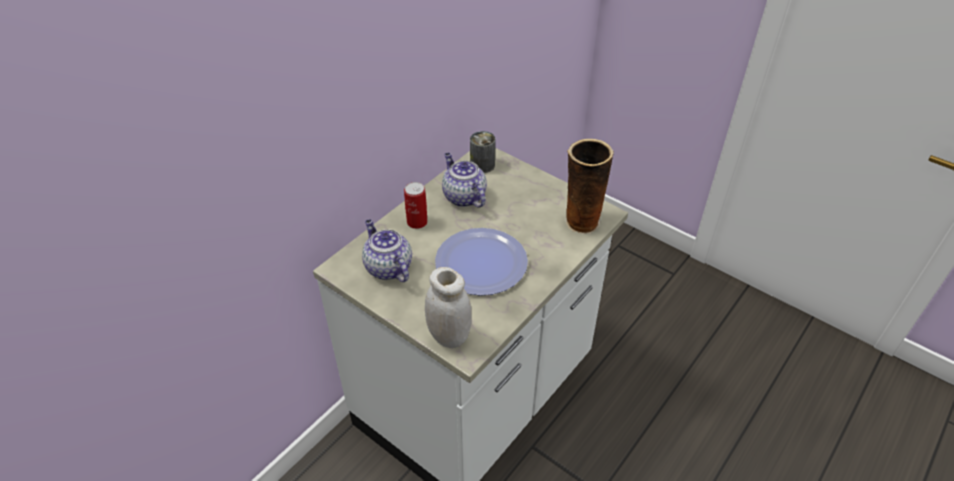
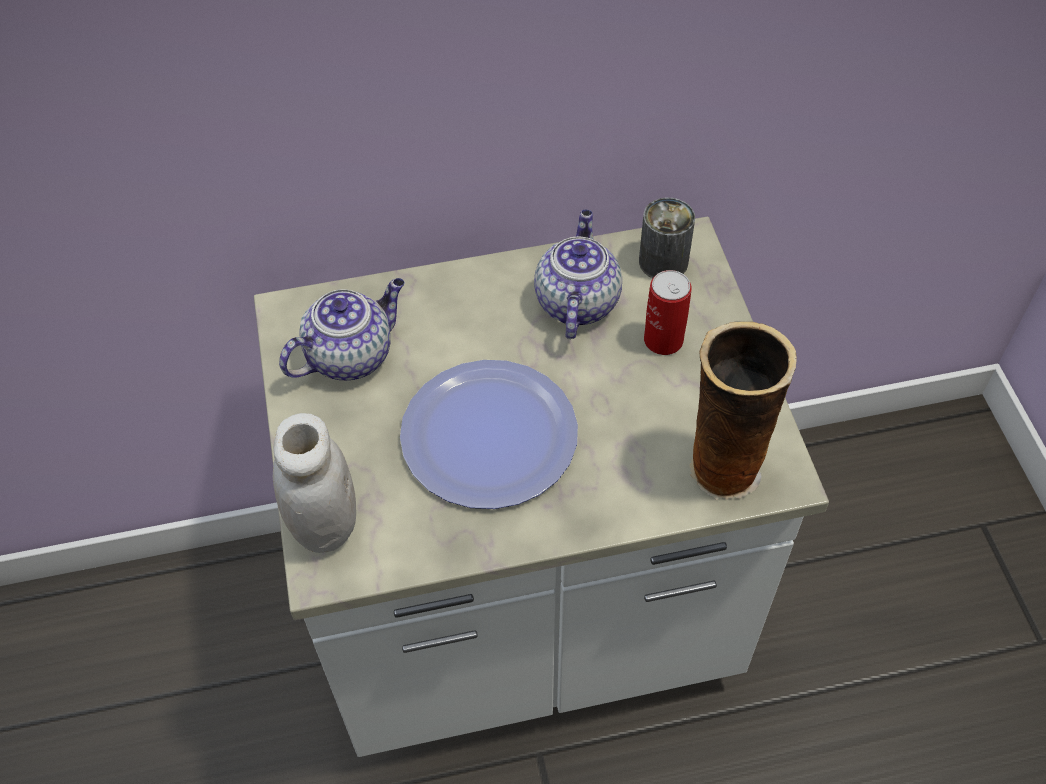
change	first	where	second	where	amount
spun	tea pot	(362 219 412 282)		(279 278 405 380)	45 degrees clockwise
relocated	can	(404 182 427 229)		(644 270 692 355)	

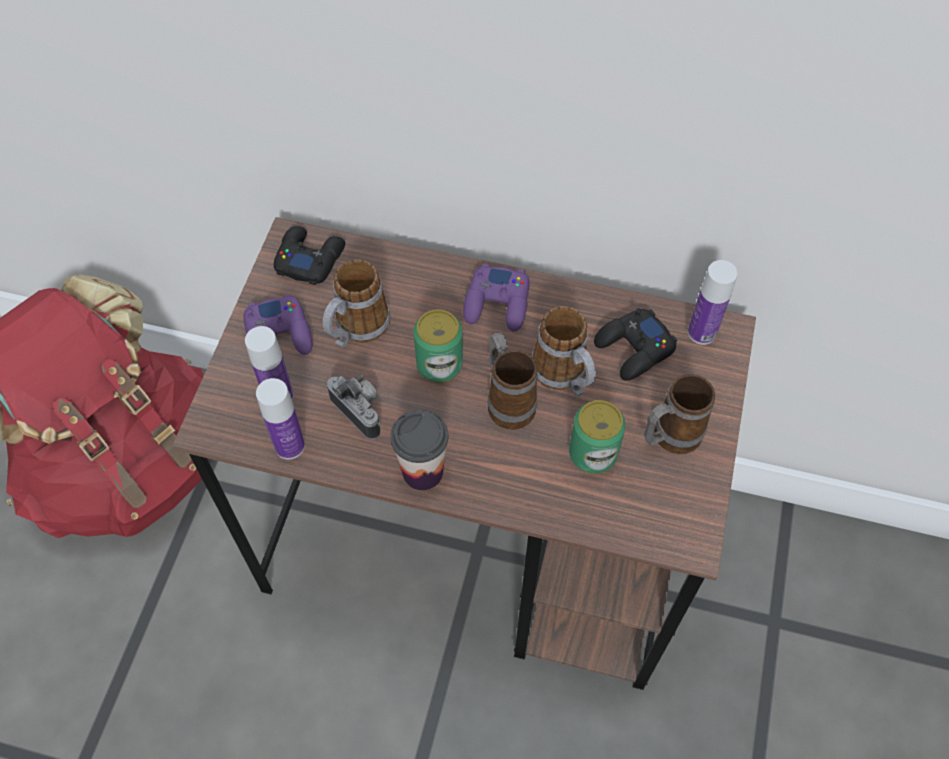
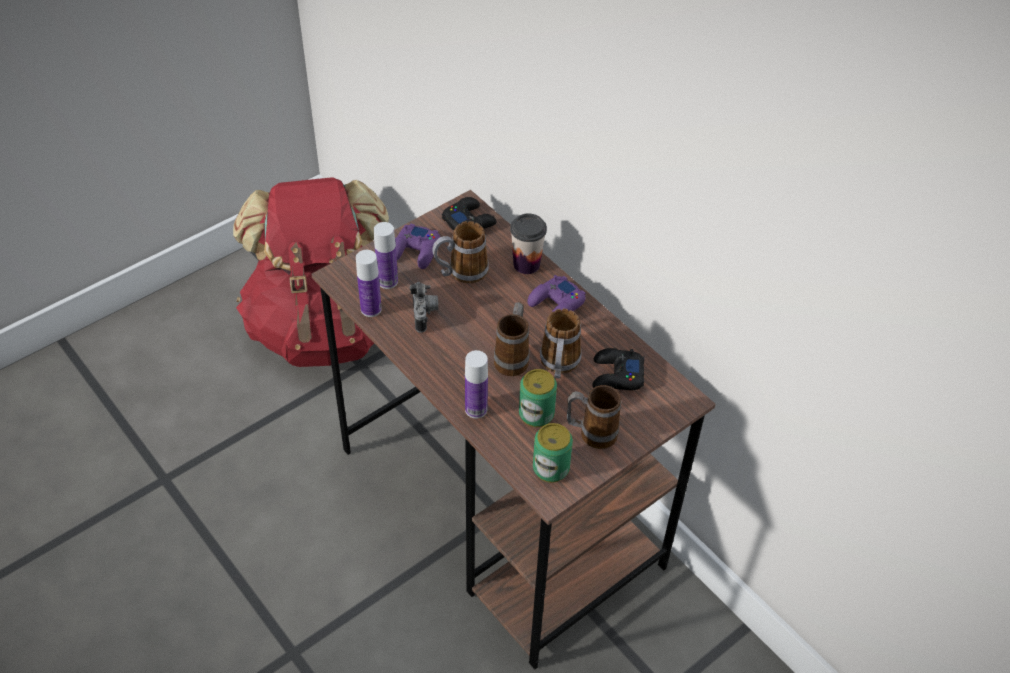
change	first	where	second	where	amount
relocated	drinking cup	(390 410 448 490)		(510 214 547 274)	
relocated	can	(414 309 463 383)		(533 423 573 483)	
relocated	beverage bottle	(688 260 738 345)		(465 350 488 419)	

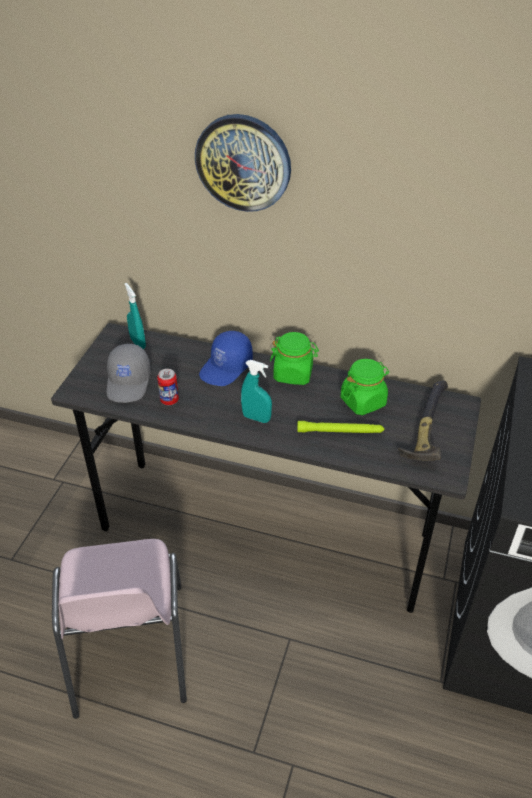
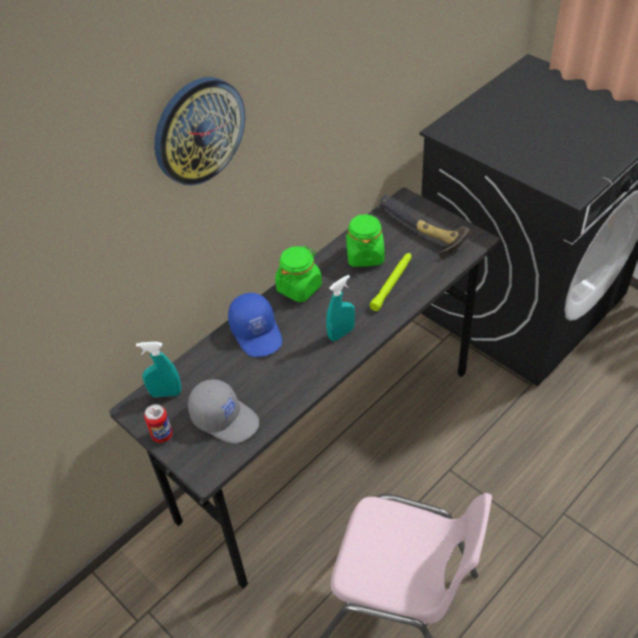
change	first	where	second	where	amount
relocated	can	(157 369 179 405)		(144 404 173 443)	

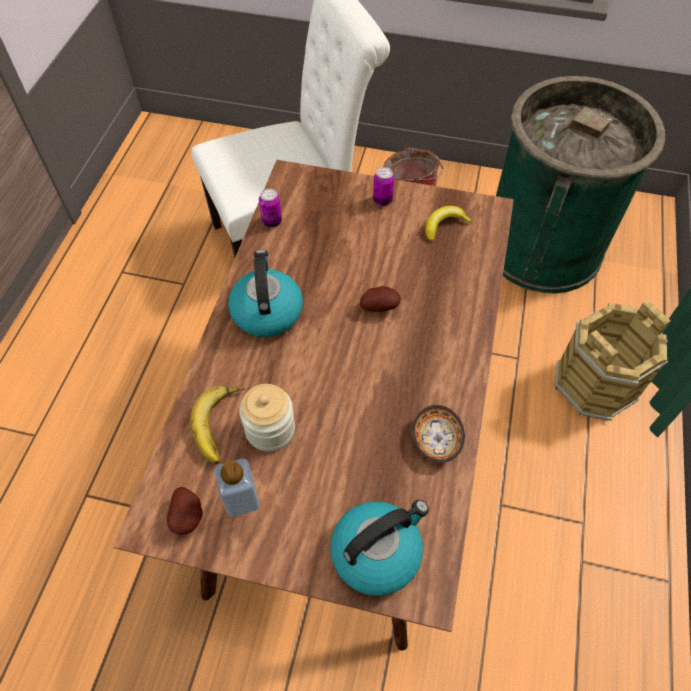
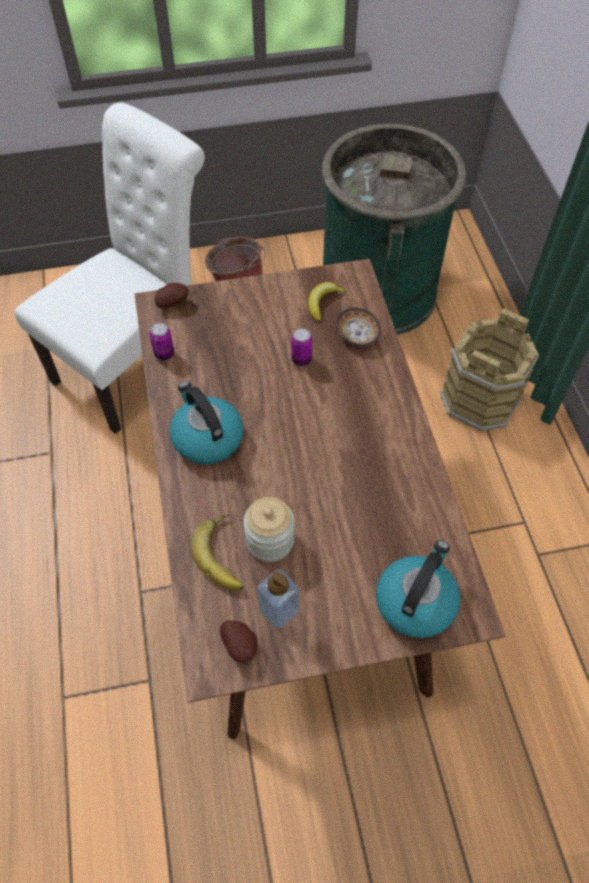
change	first	where	second	where	amount
relocated	spud	(360 286 401 312)		(155 283 189 309)	
relocated	can	(373 167 394 206)		(291 328 312 366)	
relocated	deep dish	(413 405 465 463)		(337 308 381 346)	

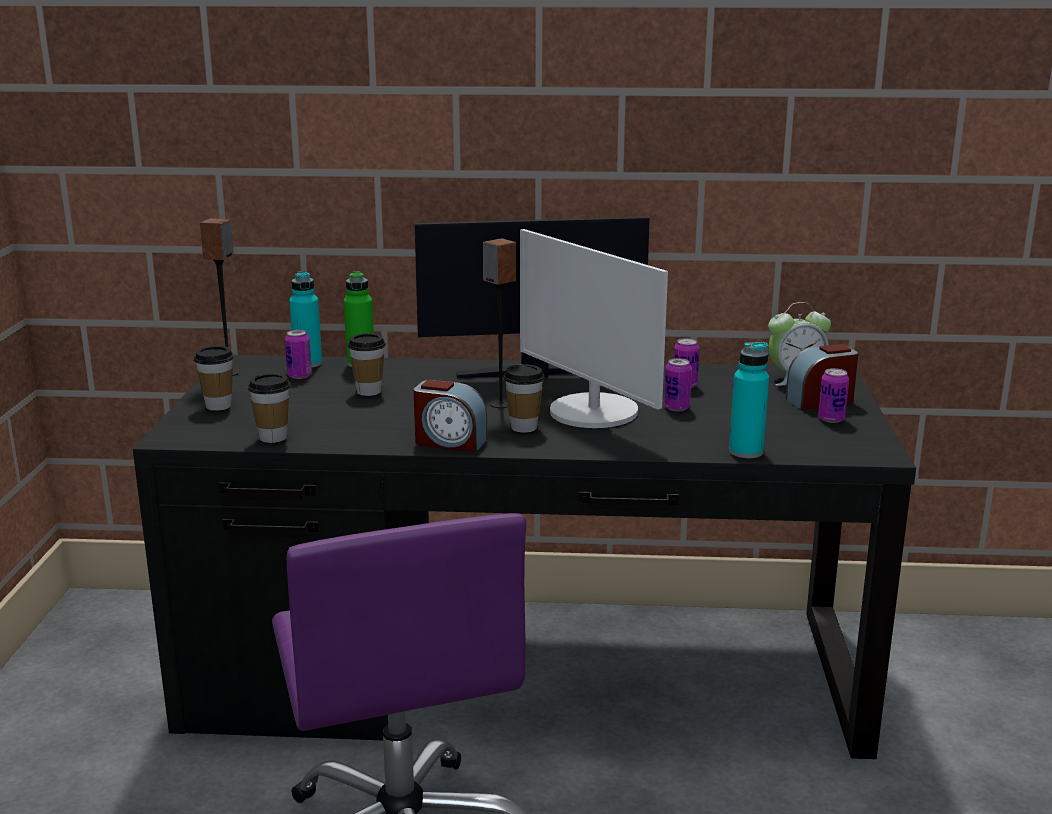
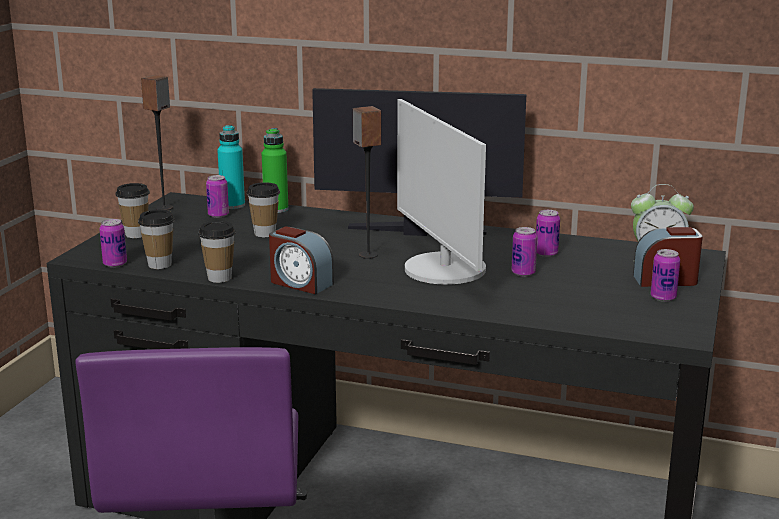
change	first	where	second	where	amount
relocated	drinking cup	(503 364 545 433)		(198 221 236 283)	
missing	beverage bottle/turquoise-coloured	(729 342 769 458)			
appeared			can	(99 219 127 268)	

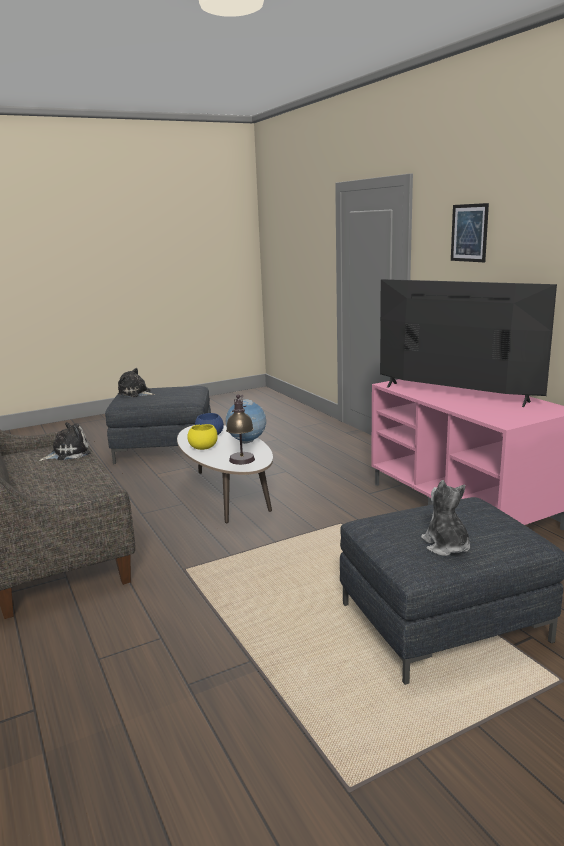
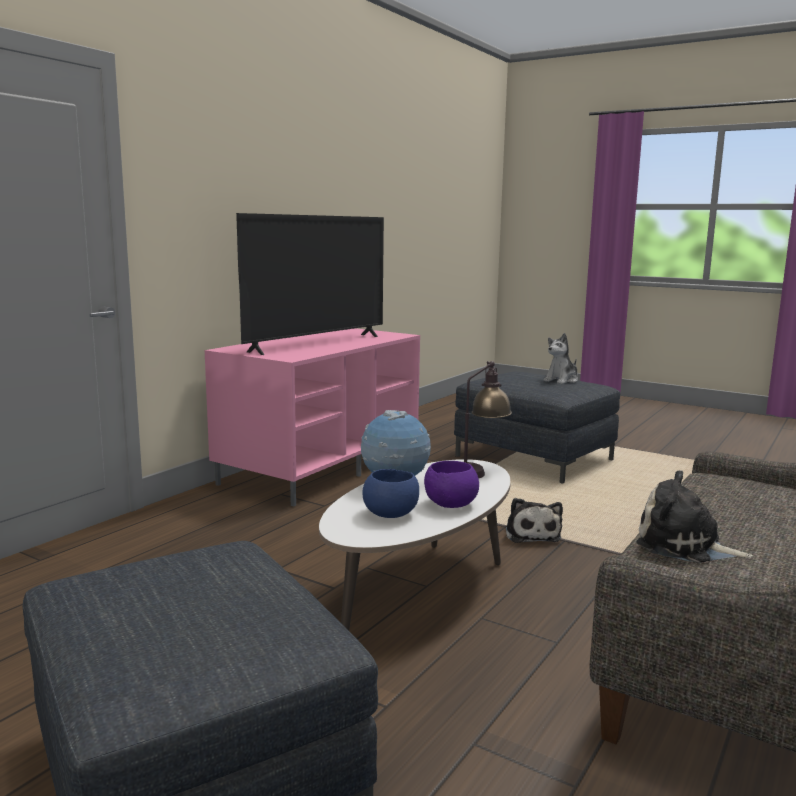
change	first	where	second	where	amount
relocated	cuddly toy	(117 368 155 397)		(505 498 563 543)	
colour	deep dish/yellow	(187 424 218 450)	deep dish/purplish	(424 461 479 508)	
spun	TV	(380 279 557 407)		(236 213 384 355)	150 degrees counterclockwise
missing	picture	(451 203 489 262)			

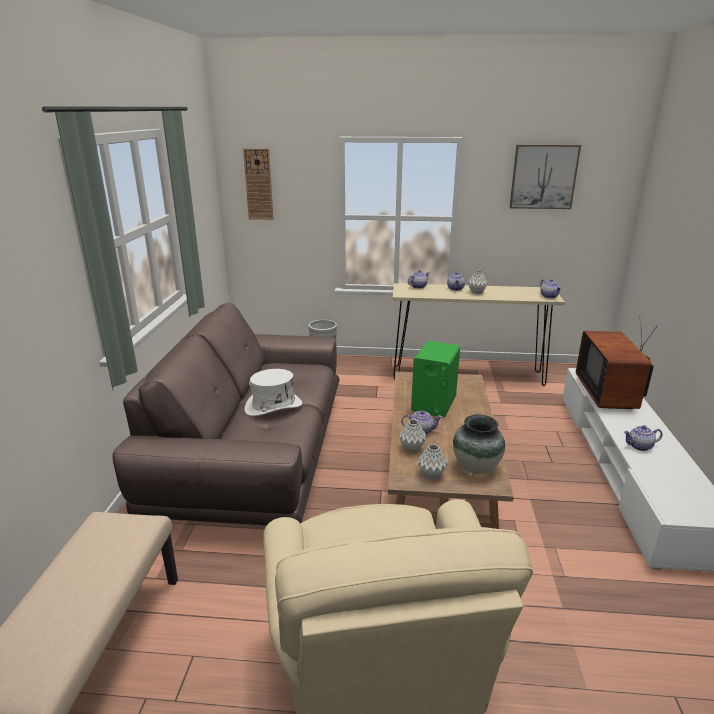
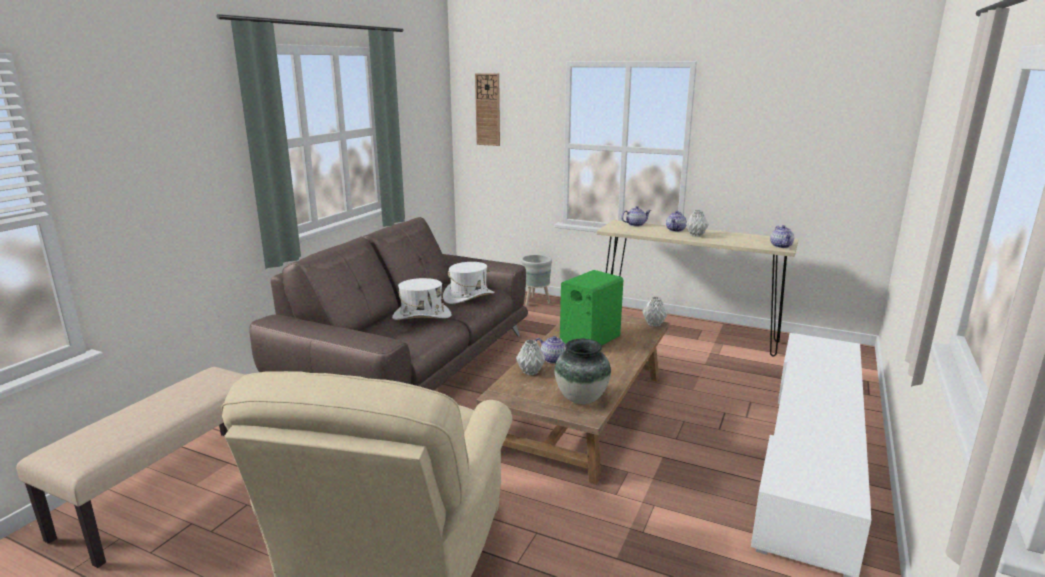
change	first	where	second	where	amount
relocated	decorative vase/greyish	(418 444 448 480)		(642 297 668 327)	
missing	picture	(509 145 581 209)			
missing	TV	(576 315 658 409)			
missing	tea pot	(624 425 663 451)			
appeared			wearable hat/white	(443 262 495 304)	

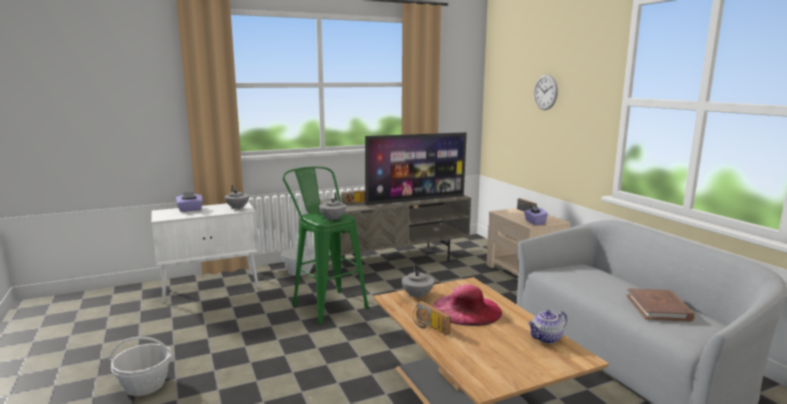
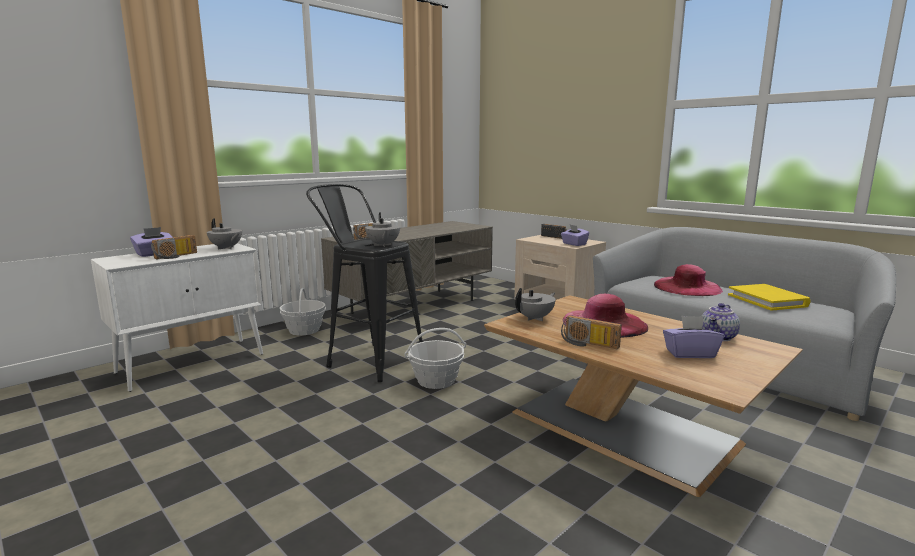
change	first	where	second	where	amount
relocated	basket	(108 337 175 396)		(404 328 466 389)	
colour	sitting stool/green	(282 166 369 325)	sitting stool/black-coloured	(306 184 423 382)	
missing	TV	(365 132 467 205)			
spun	tea pot/greyish	(402 263 434 299)		(515 288 556 321)	105 degrees counterclockwise
missing	hanging clock	(534 75 558 110)			
colour	bound book/brownish	(627 288 695 322)	bound book/yellow	(728 284 811 311)	
appeared			radio	(151 235 197 260)	
appeared			wearable hat/pink	(654 264 723 296)	
appeared			tissue holder/purplish	(663 316 724 358)	

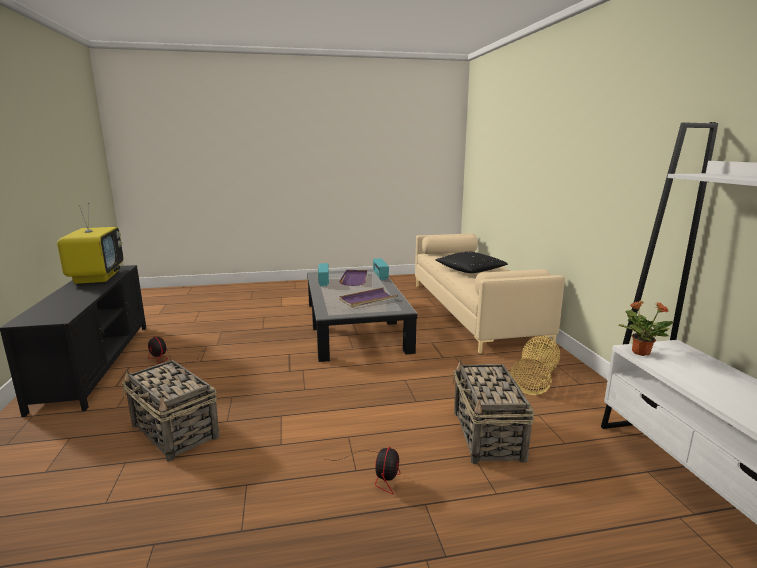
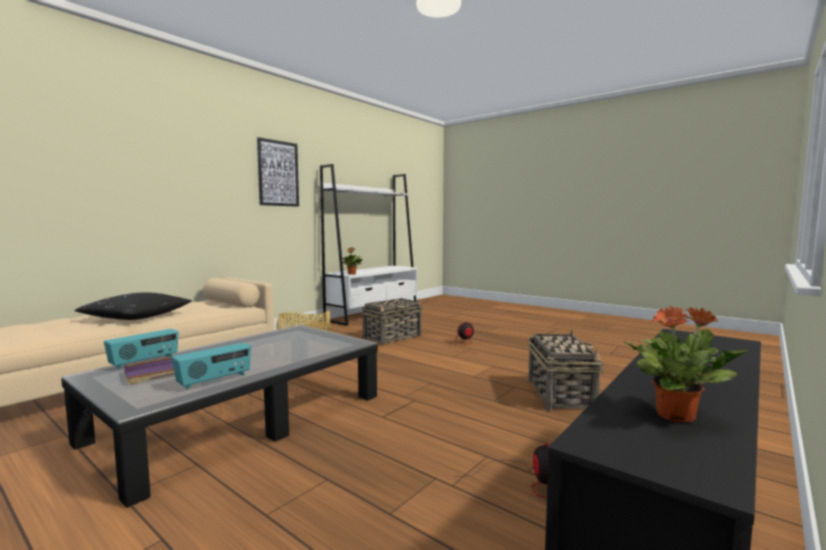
change	first	where	second	where	amount
exchanged	TV	(57 203 123 284)	potted plant	(624 306 749 422)	
missing	tray/purplish	(339 287 398 308)			
appeared			picture	(257 137 299 207)	

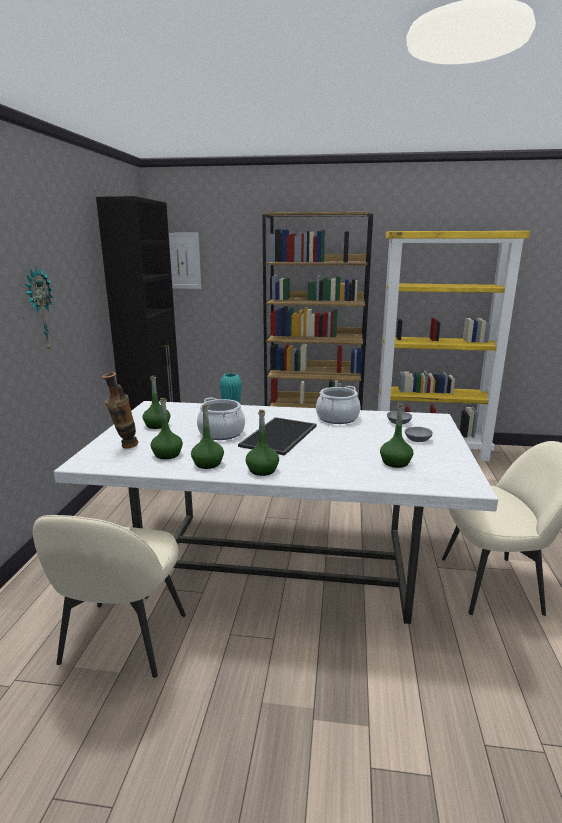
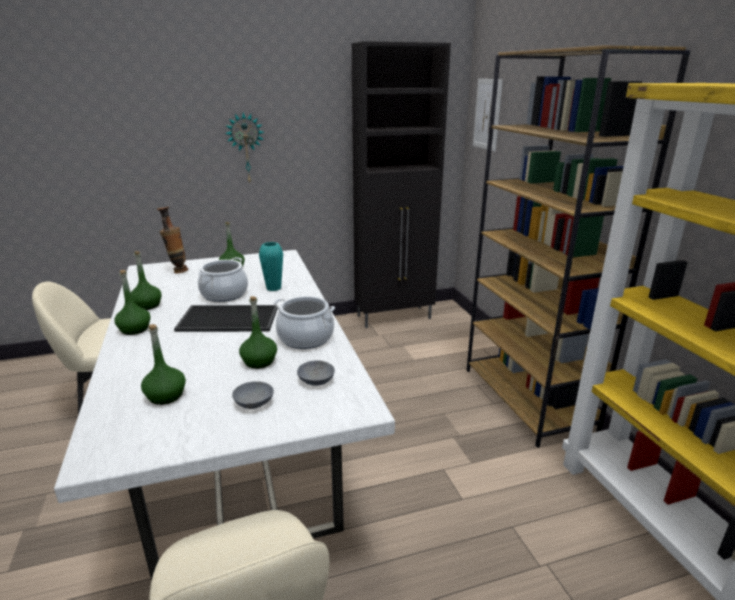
change	first	where	second	where	amount
relocated	beverage bottle/green	(151 398 183 459)		(239 296 277 369)	

